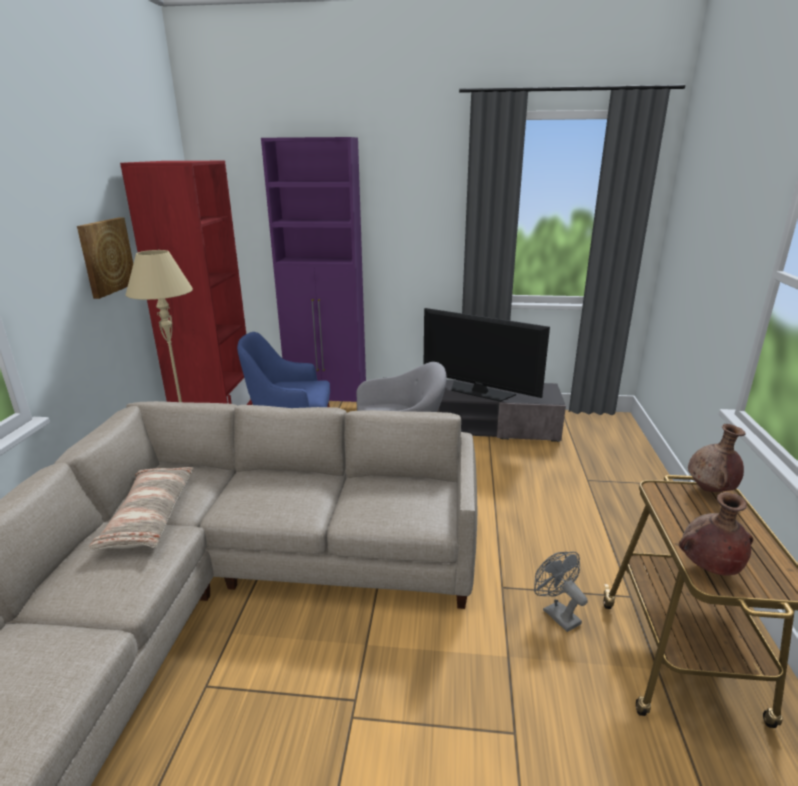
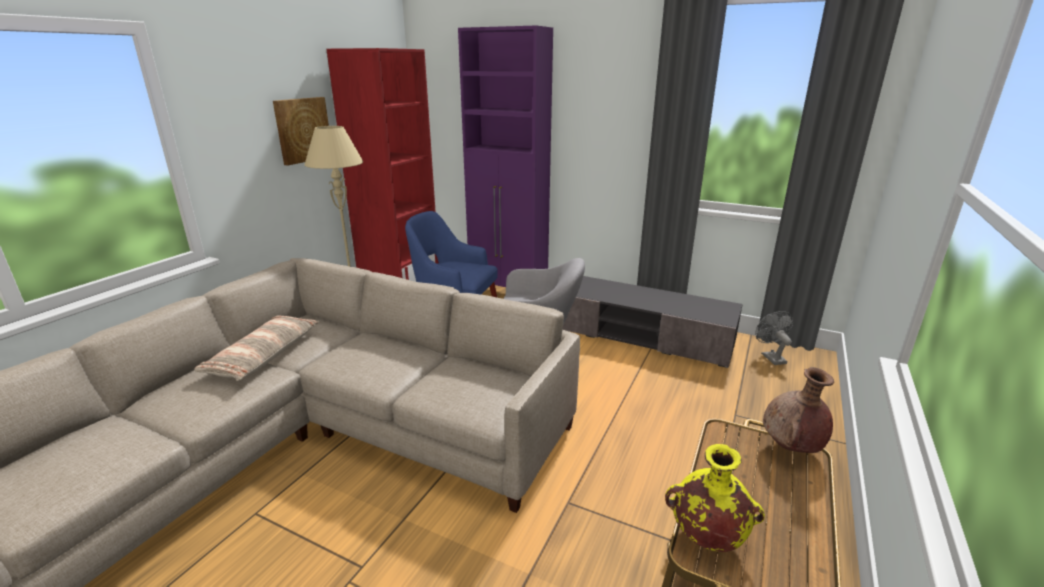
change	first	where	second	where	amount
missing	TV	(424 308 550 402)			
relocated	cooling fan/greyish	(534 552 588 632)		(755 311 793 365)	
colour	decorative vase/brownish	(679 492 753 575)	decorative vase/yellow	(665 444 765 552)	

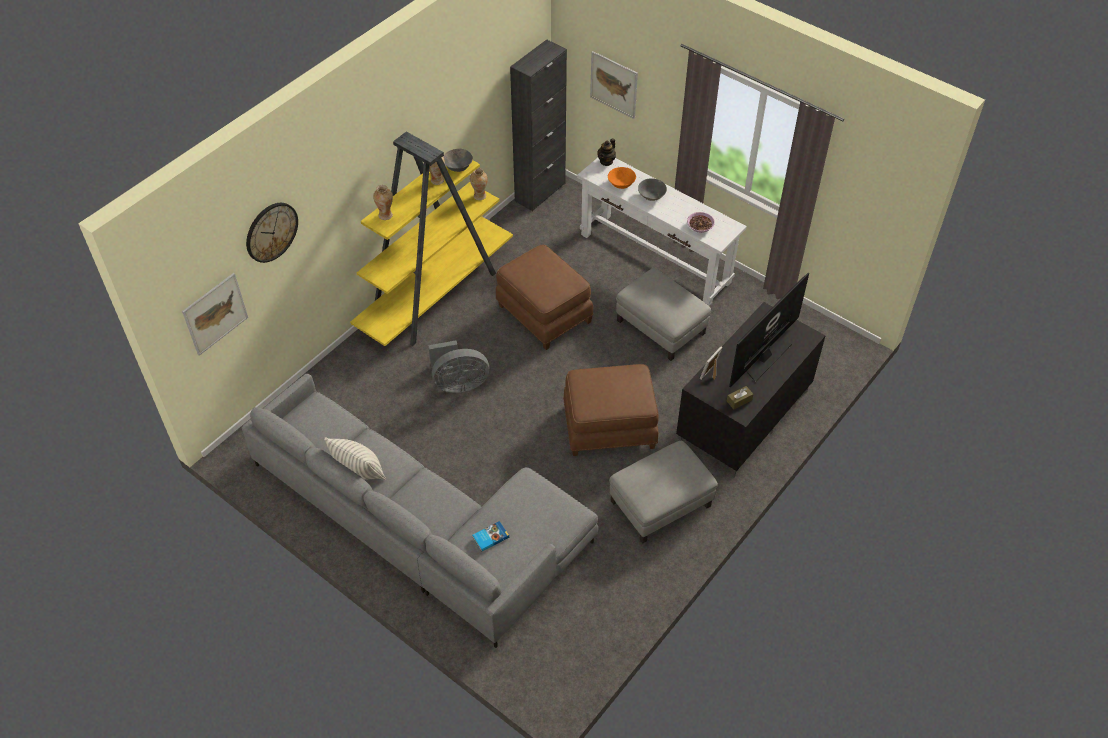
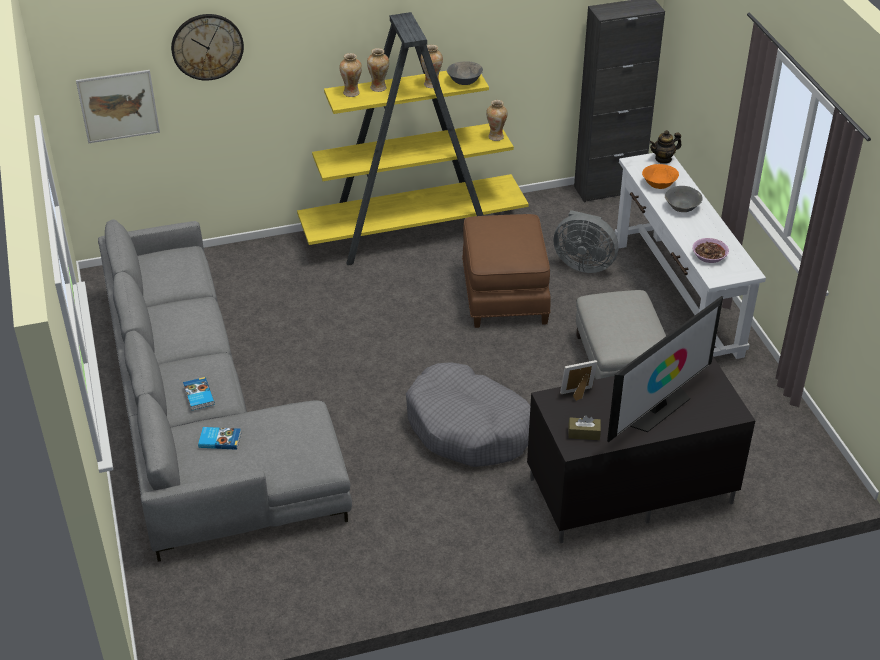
change	first	where	second	where	amount
missing	throw pillow	(324 437 386 480)			
relocated	cooling fan/greyish	(428 341 489 393)		(554 210 619 273)	
exchanged	pouffe/brownish	(563 364 659 456)	dog cushion/greyish	(406 362 530 467)	
missing	picture	(590 51 638 119)			
missing	pouffe/greyish	(609 441 718 543)			
spun	TV	(729 273 809 387)		(607 296 723 442)	150 degrees clockwise
appeared			bound book	(183 377 215 410)	
appeared			decorative vase	(367 48 389 92)	

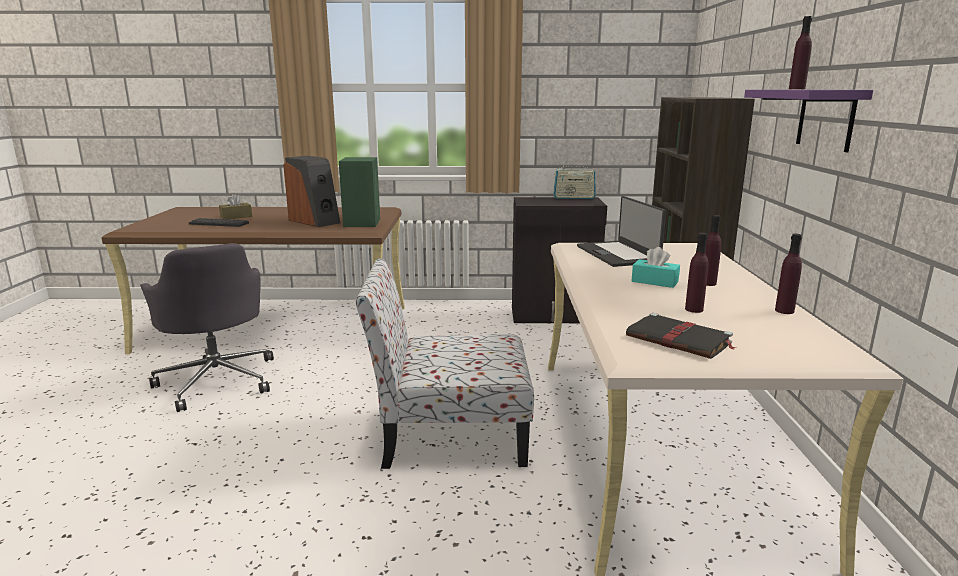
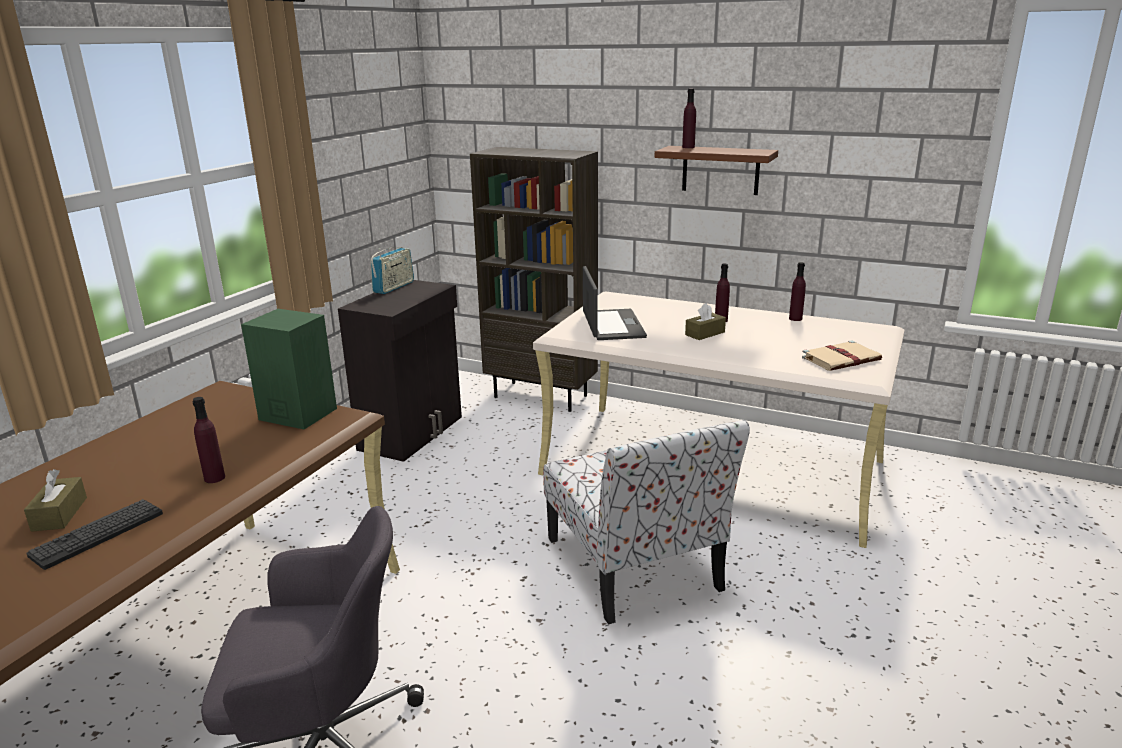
change	first	where	second	where	amount
missing	speaker	(283 156 340 227)			
spun	upright chair	(356 259 534 469)		(543 420 750 625)	45 degrees counterclockwise
spun	laptop	(577 196 666 267)		(583 266 647 340)	105 degrees counterclockwise
colour	bound book/black-coloured	(626 313 736 359)	bound book/beige	(802 340 882 371)	
colour	tissue holder/turquoise-coloured	(632 247 680 288)	tissue holder/brownish	(685 303 726 340)	
relocated	beverage bottle/purplish	(685 233 709 313)		(193 397 225 483)	
colour	shelf/purplish	(744 90 873 152)	shelf/brownish	(655 146 778 195)	

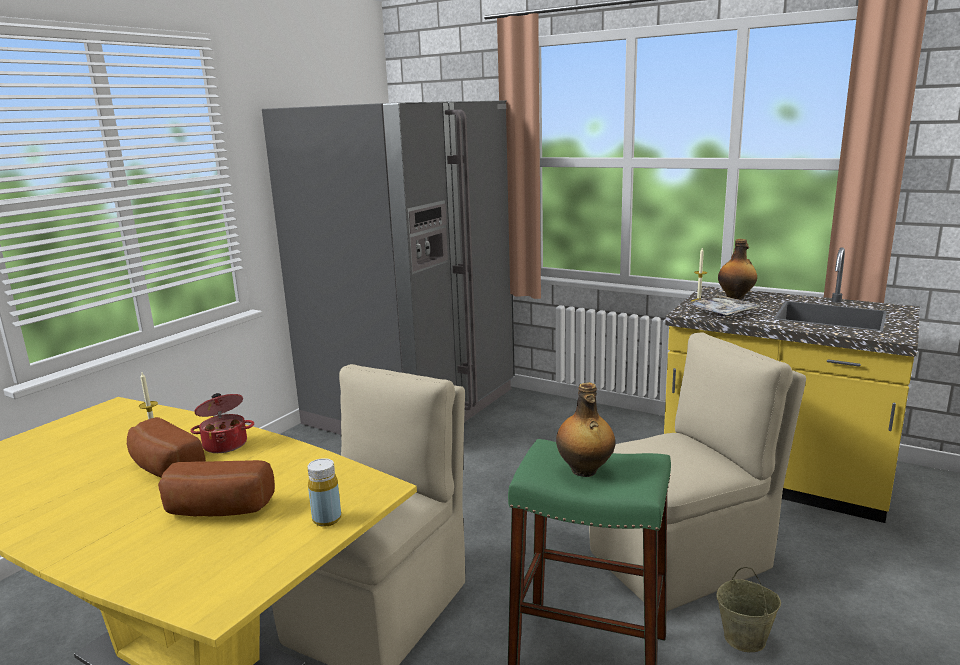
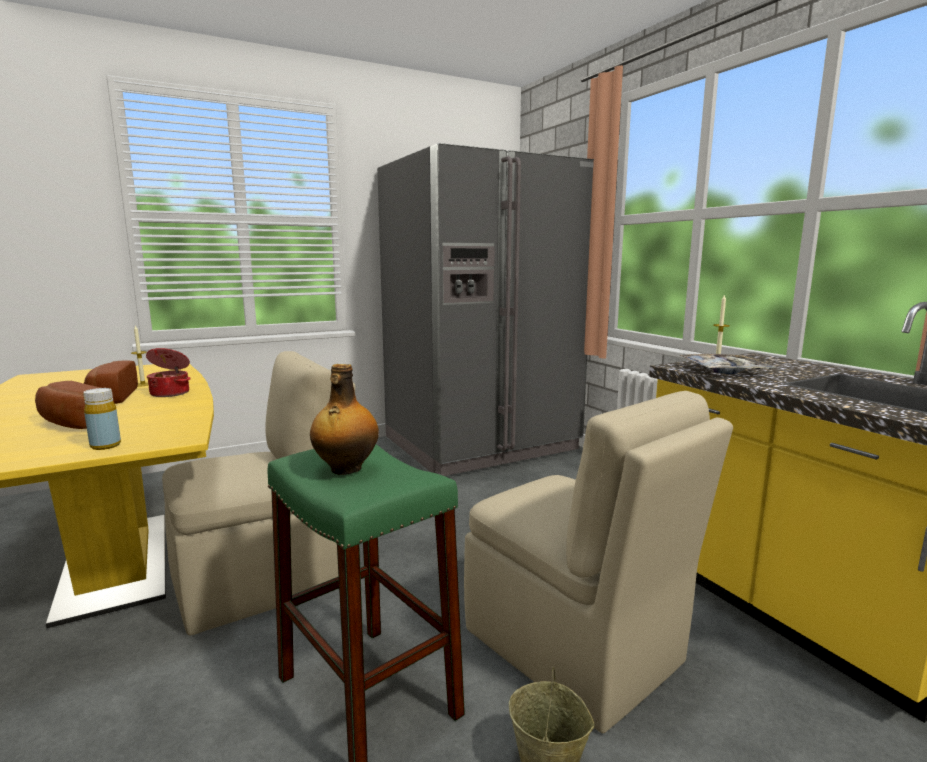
change	first	where	second	where	amount
spun	upright chair/beige	(589 332 806 612)		(464 391 733 733)	45 degrees clockwise
missing	beverage bottle	(718 239 757 299)			

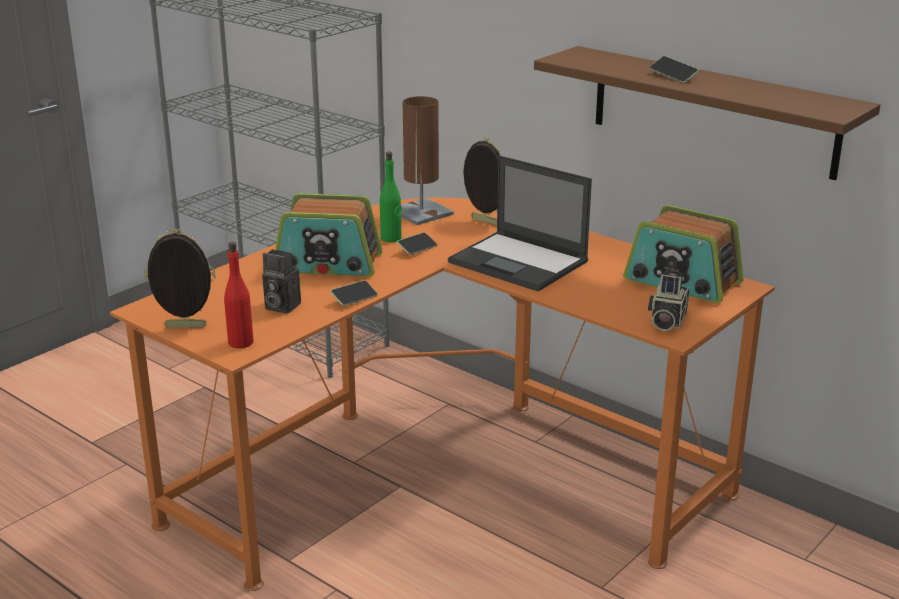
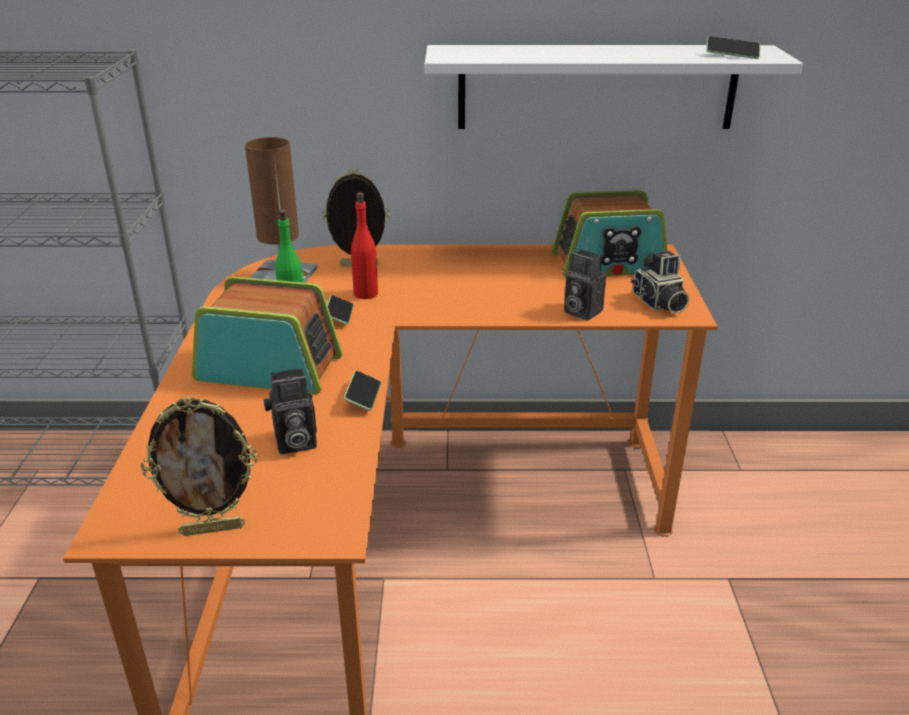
change	first	where	second	where	amount
spun	photo frame	(144 228 216 328)		(141 396 257 536)	150 degrees counterclockwise
relocated	beverage bottle/reddish	(224 242 253 348)		(351 192 378 299)	
spun	radio	(275 193 383 277)		(192 276 342 394)	135 degrees counterclockwise
missing	laptop	(448 155 592 292)			
colour	shelf/brownish	(534 46 880 180)	shelf/white	(425 45 803 129)	
relocated	handset	(649 56 699 83)		(706 36 760 59)	
appeared			photo camera	(564 250 606 320)	

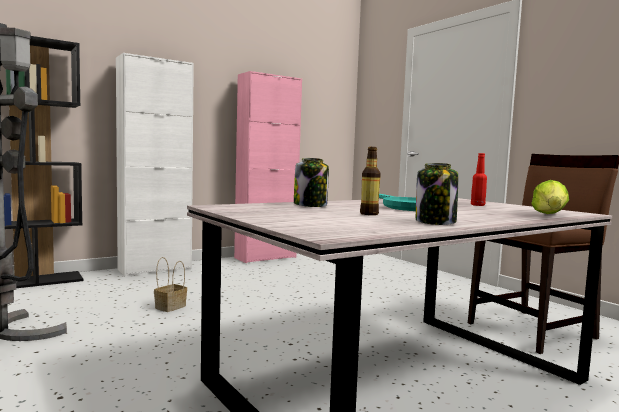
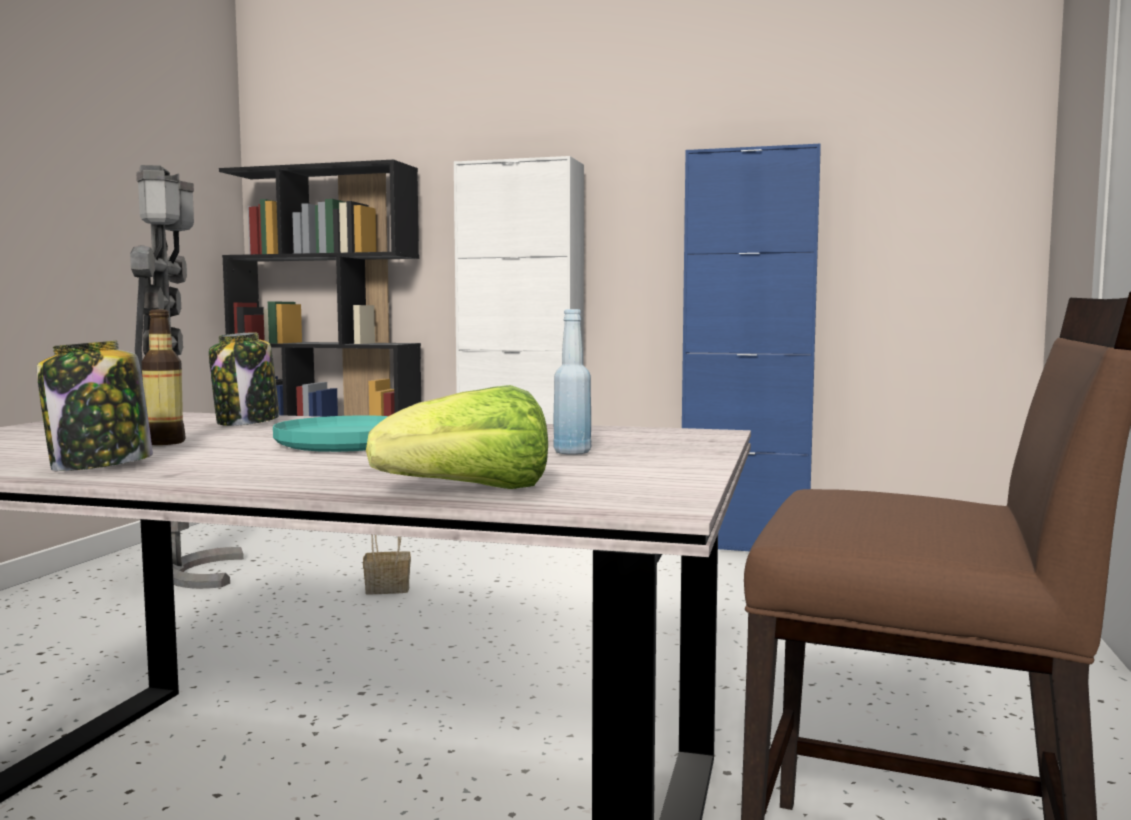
change	first	where	second	where	amount
colour	cupboard/pink	(234 71 302 263)	cupboard/blue-coloured	(682 143 820 551)	
colour	beverage bottle/reddish	(471 153 487 206)	beverage bottle/blue-coloured	(553 309 591 455)	

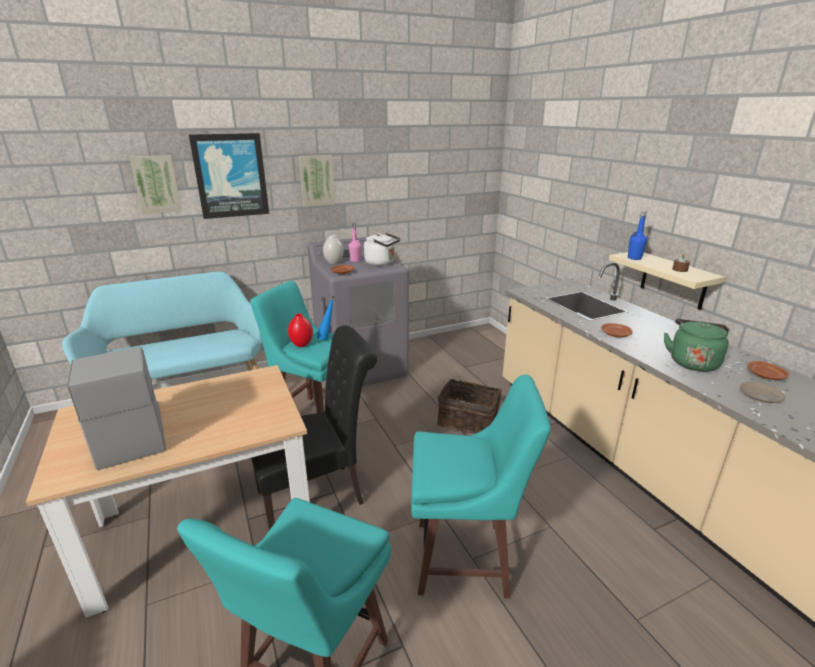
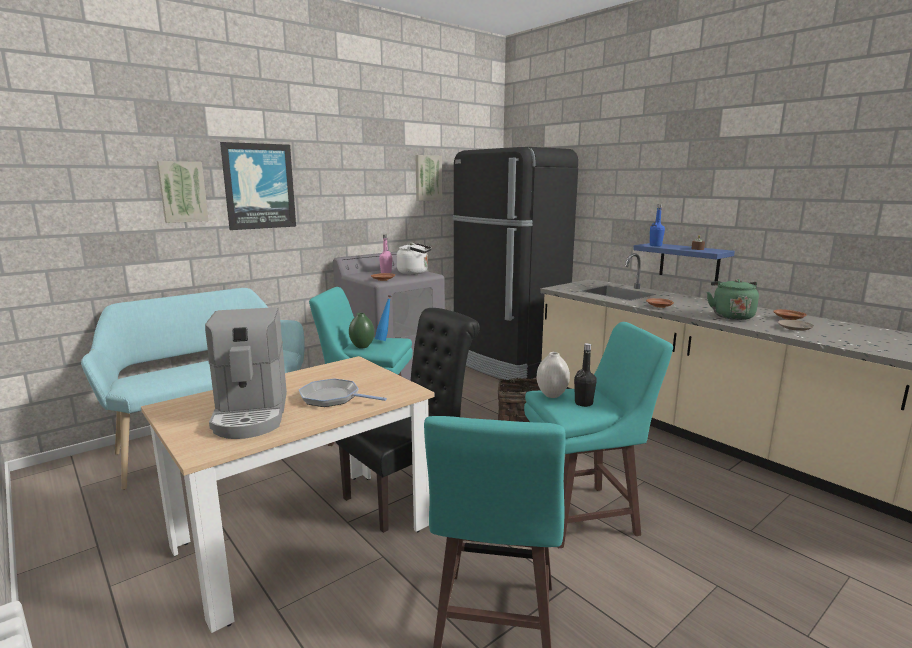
change	first	where	second	where	amount
spun	coffee maker	(67 347 166 470)		(205 307 287 439)	150 degrees counterclockwise
colour	decorative vase/reddish	(288 314 313 347)	decorative vase/green	(349 313 374 348)	
relocated	picture	(299 155 335 207)		(416 155 442 201)	
relocated	decorative vase/white	(323 235 344 264)		(537 352 570 398)	
colour	shelf/beige	(609 252 726 310)	shelf/blue-coloured	(633 243 735 281)	
appeared			skillet	(299 378 387 407)	
appeared			fridge/black-coloured	(453 147 578 380)	
appeared			beverage bottle/black-coloured	(574 343 597 407)	

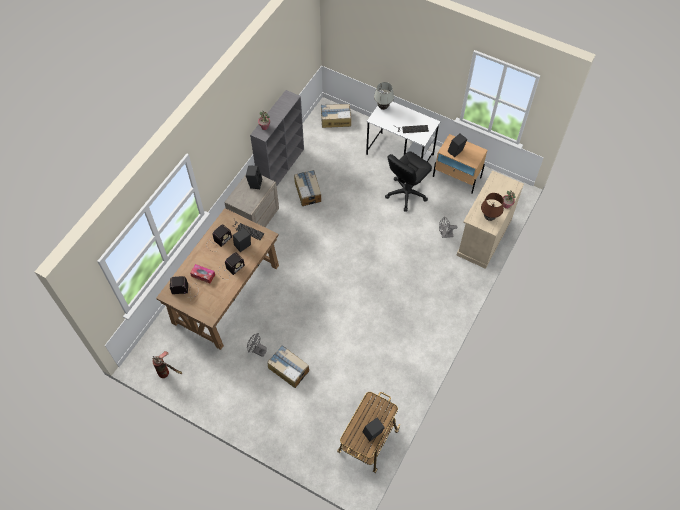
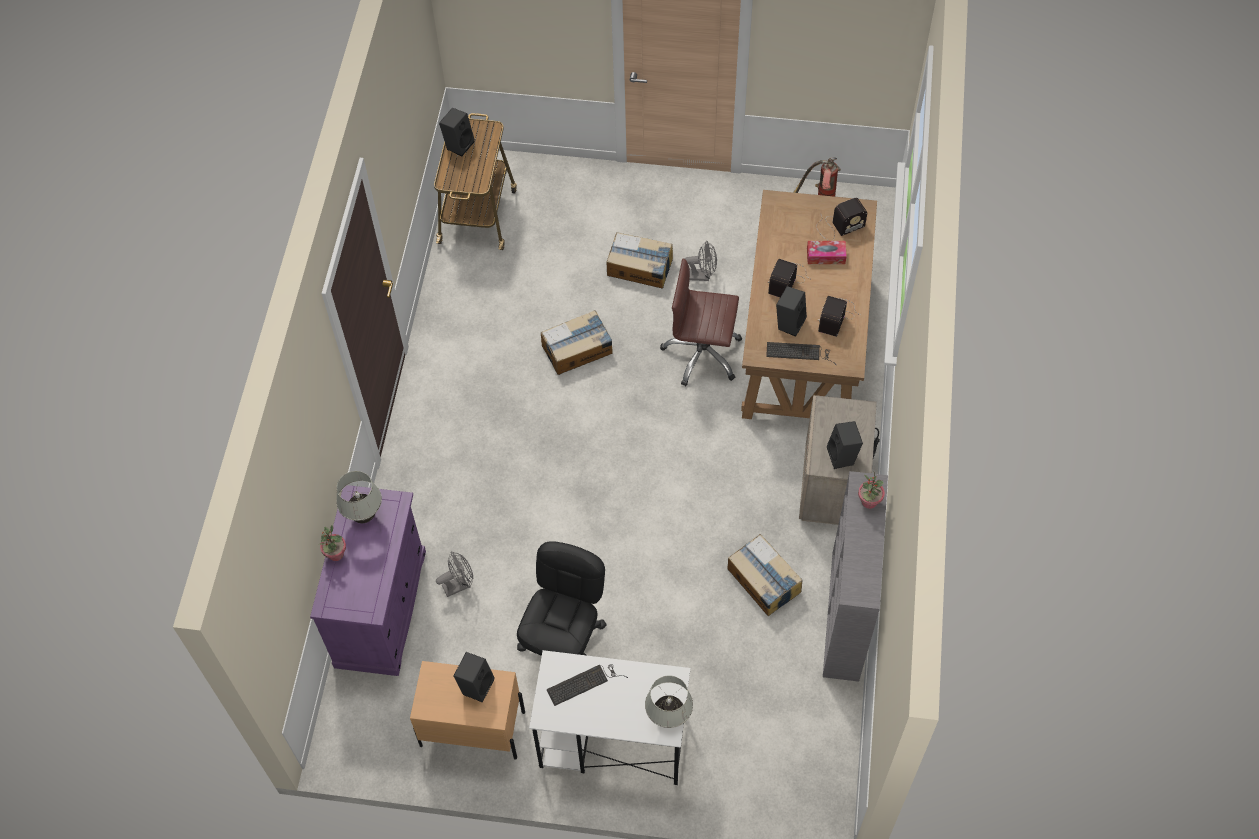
change	first	where	second	where	amount
relocated	carton	(321 104 351 128)		(541 310 613 375)	
colour	cupboard/beige	(457 170 524 269)	cupboard/purplish	(310 485 426 676)	
colour	table lamp/brownish	(481 193 504 221)	table lamp/white	(336 471 382 523)	
appeared			computer chair/brownish	(660 258 742 386)	

